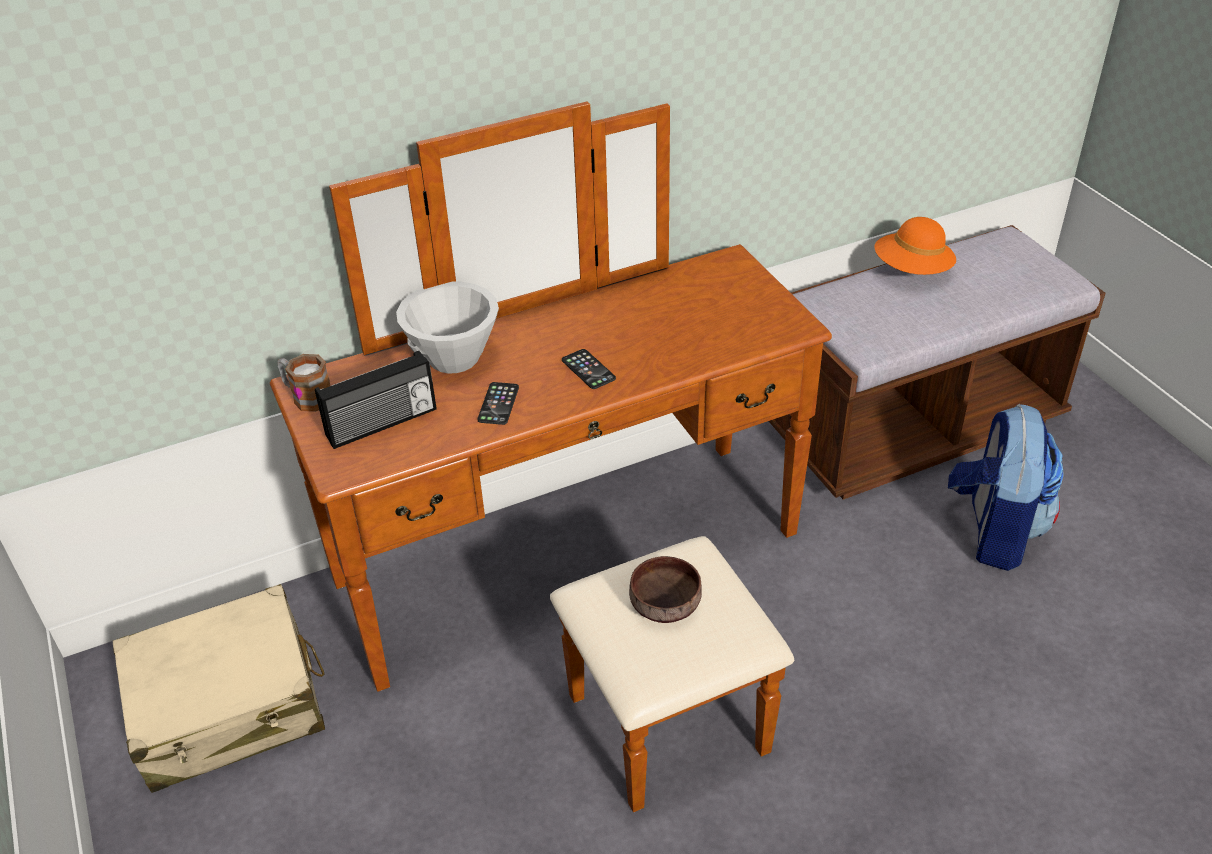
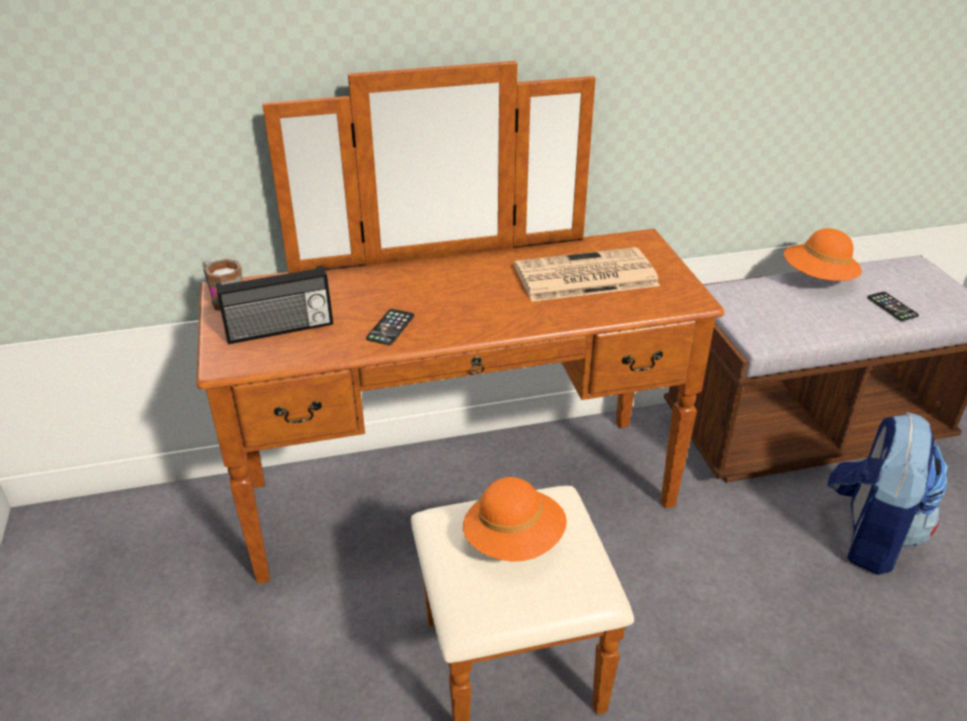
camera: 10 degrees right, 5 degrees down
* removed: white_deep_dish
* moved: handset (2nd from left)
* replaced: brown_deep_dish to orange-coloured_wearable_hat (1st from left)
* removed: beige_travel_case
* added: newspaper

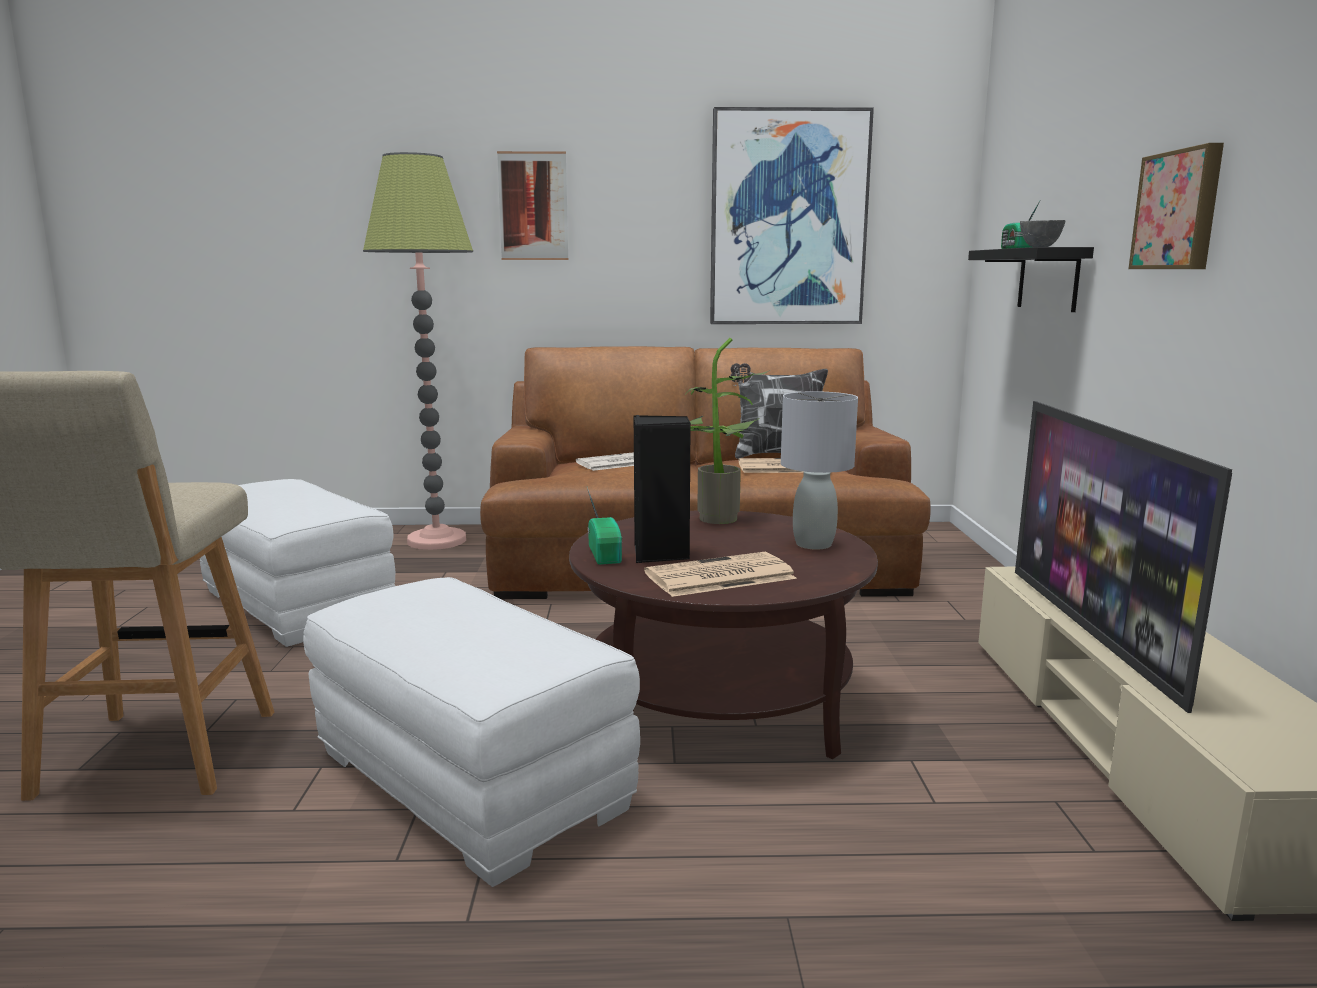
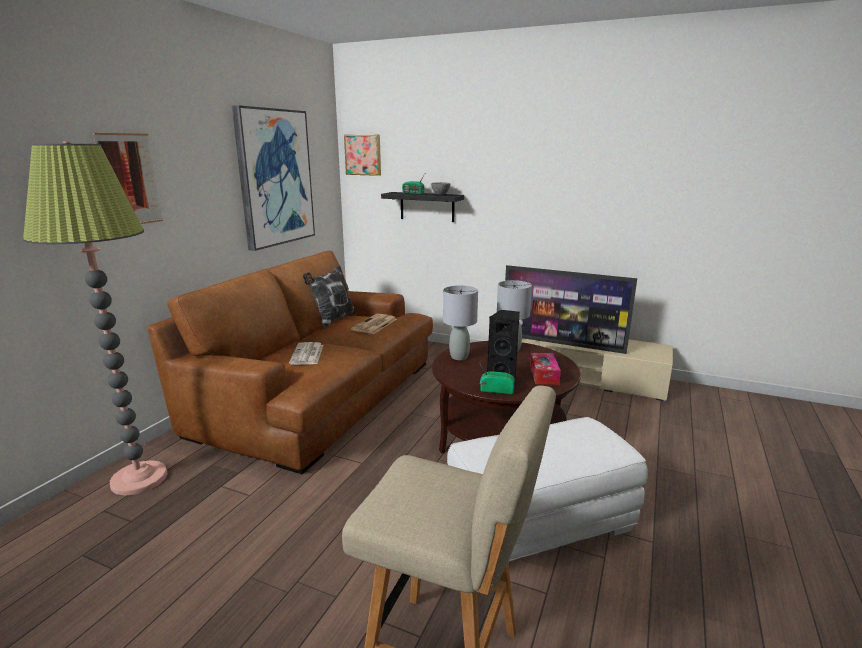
camera: 65 degrees left, 5 degrees up
* moved: wall_picture (3rd from left)
* replaced: plant_in_a_pot to grey_tabletop_lamp (1st from left)
* removed: white_footrest (1st from left)
* replaced: newspaper (2nd from left) to box_of_tissues

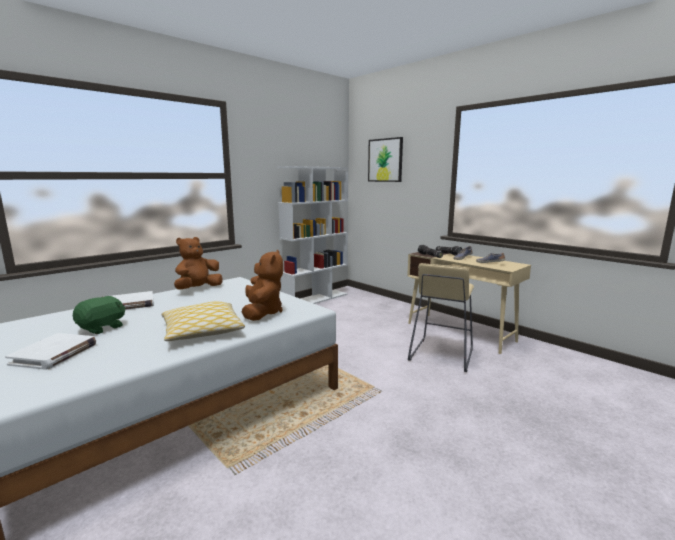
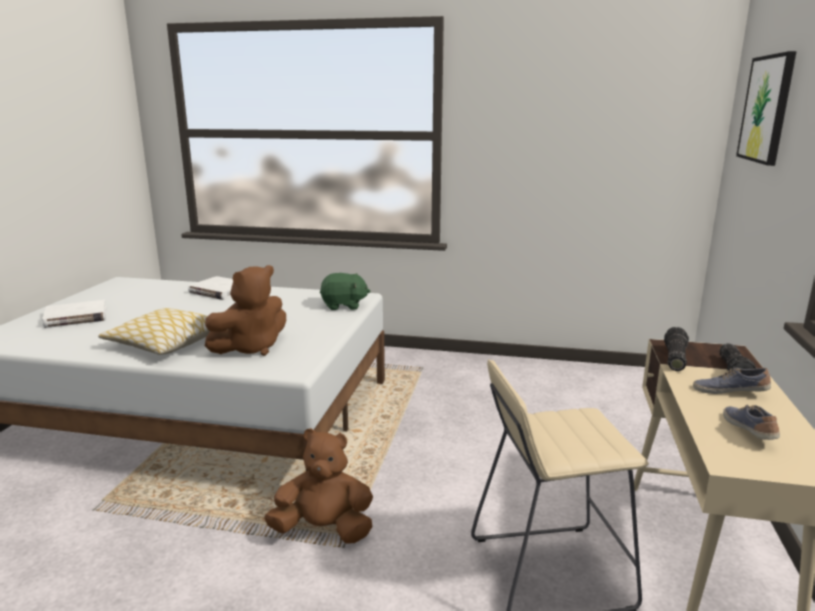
camera: 55 degrees right, 5 degrees up
* removed: white_shelving_unit
* moved: brown_cuddly_toy (1st from left in the first image) to brown_cuddly_toy (2nd from left)
* moved: greenish_cuddly_toy

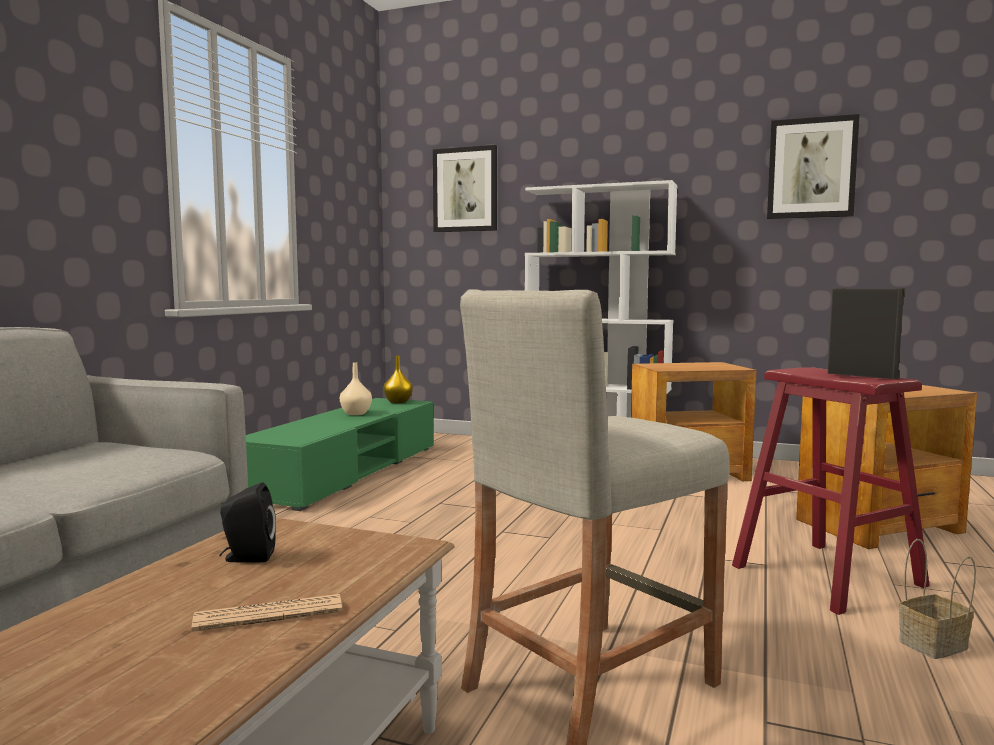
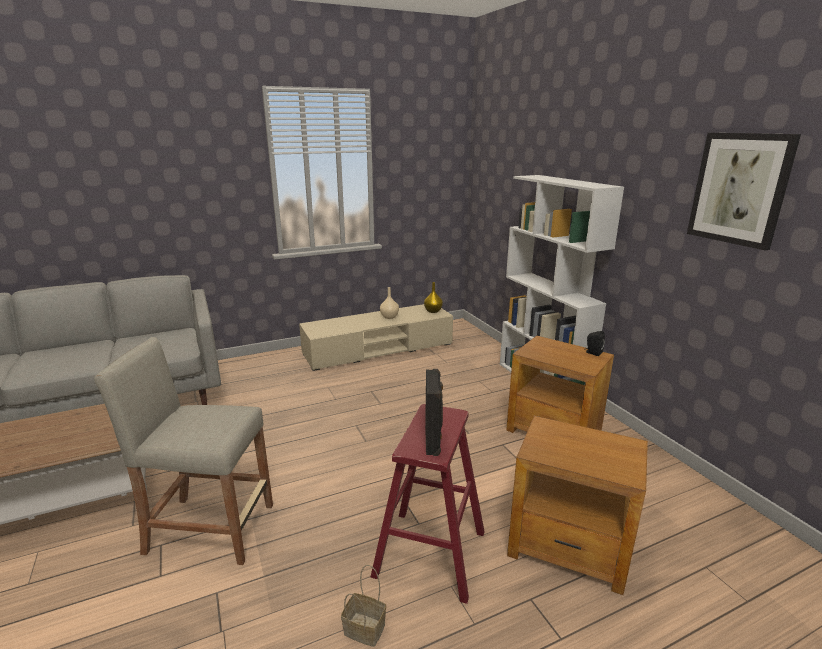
camera: 45 degrees right, 15 degrees up
* removed: wall_picture (1st from left)
* recoloured: greenish_media_console to beige_media_console
* moved: black_audio_speaker (1st from left in the first image) to black_audio_speaker (2nd from left)
* removed: newspaper

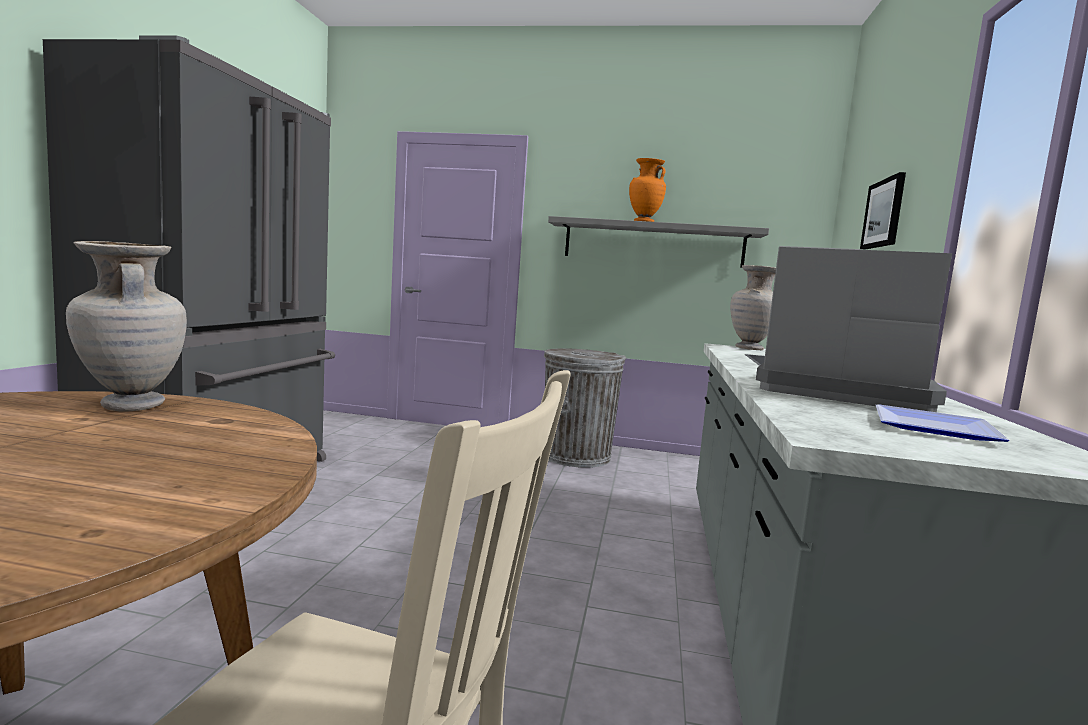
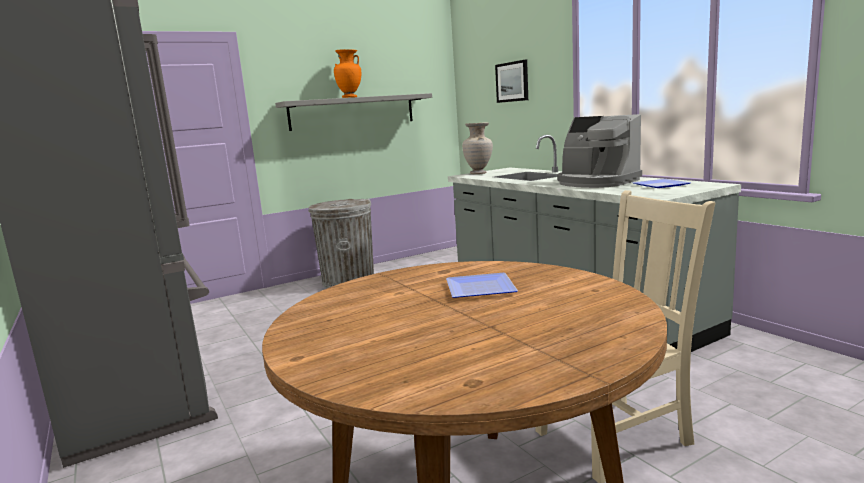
camera: 40 degrees left, 5 degrees up
* removed: beige_flower_vase (1st from left)
* turned: coffee_brewer 120 degrees counterclockwise
* added: plate (1st from left)

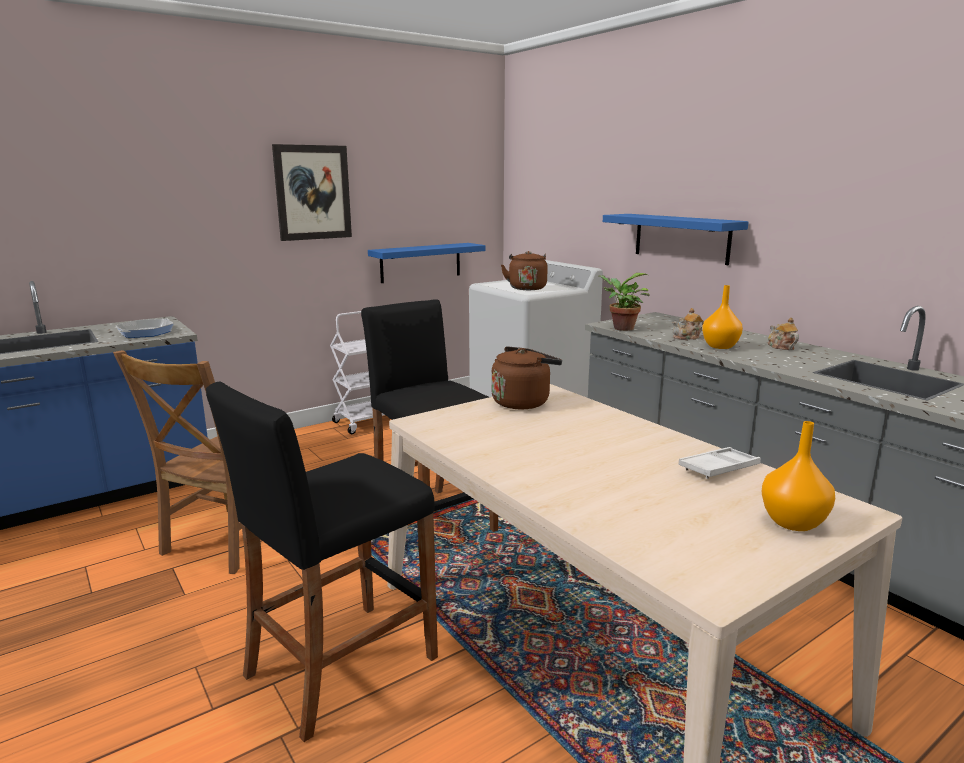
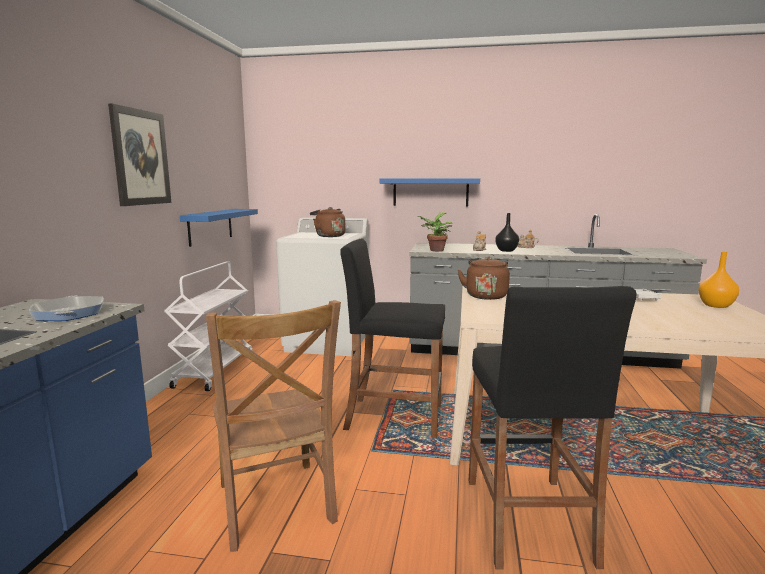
camera: 45 degrees left, 5 degrees down
* recoloured: orange-coloured_flower_vase (1st from left) to black_flower_vase

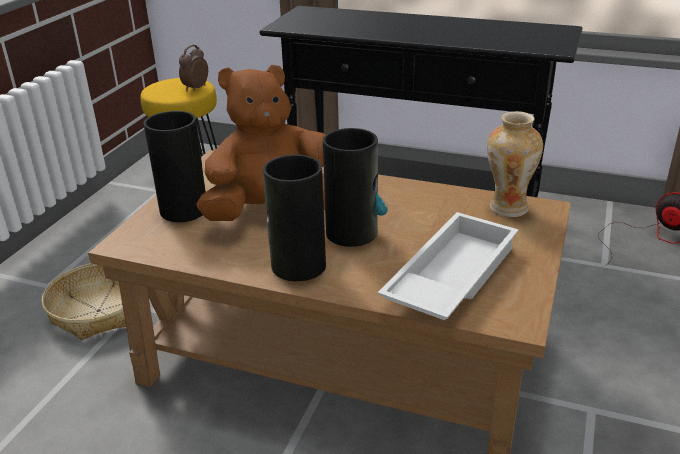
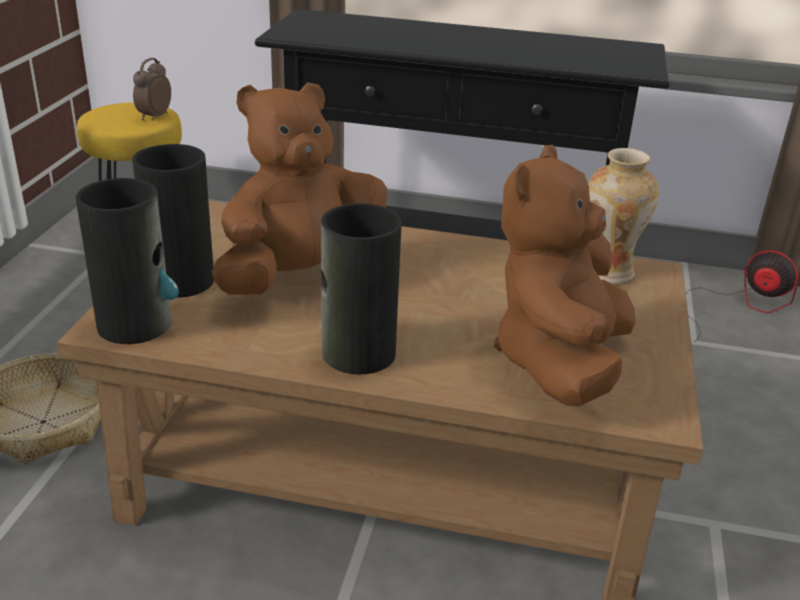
camera: 10 degrees left, 0 degrees up
* moved: flower_vase (3rd from left in the first image) to flower_vase (1st from left)
* replaced: white_tray to brown_cuddly_toy (2nd from left)

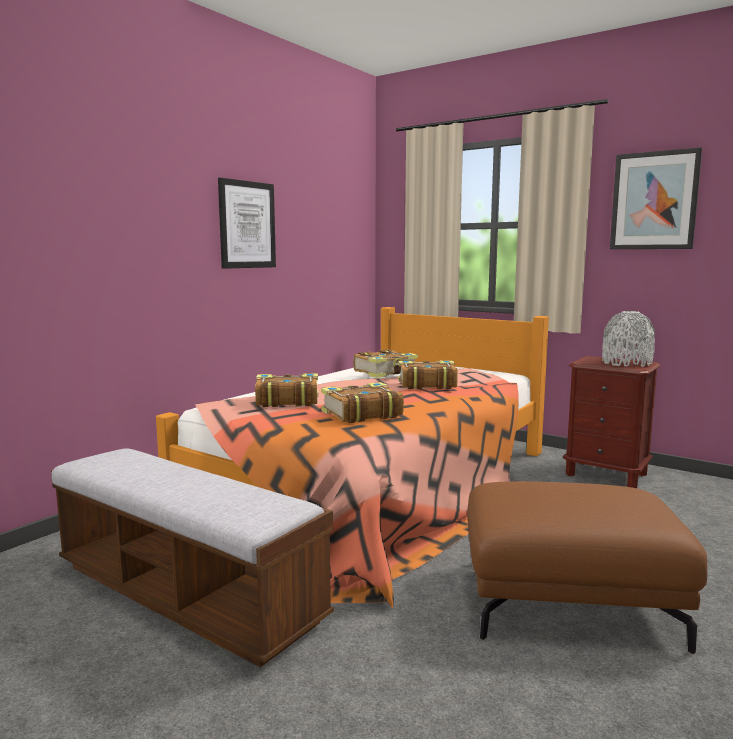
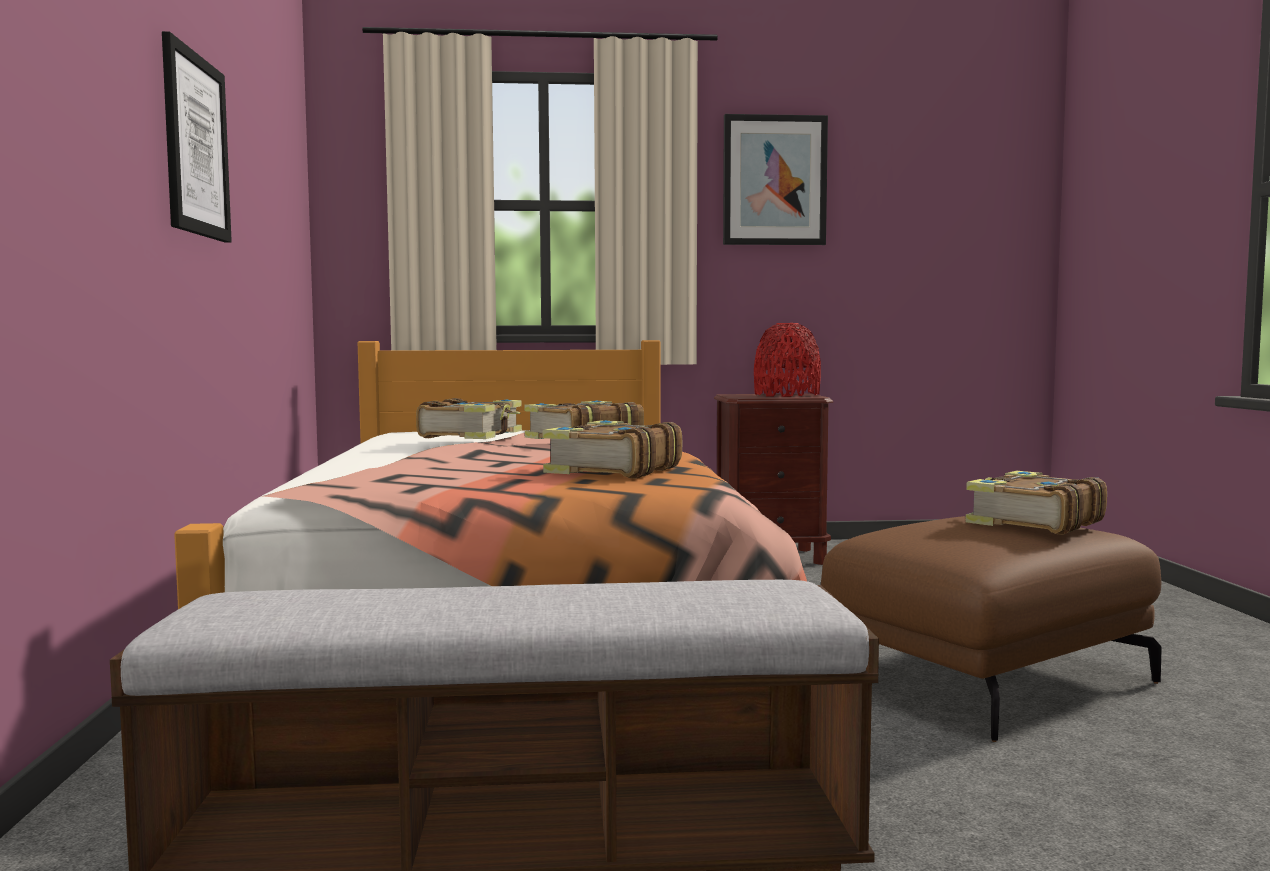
camera: 40 degrees left, 5 degrees down
* recoloured: grey_flower_vase to red_flower_vase
* moved: book (1st from left in the first image) to book (4th from left)

